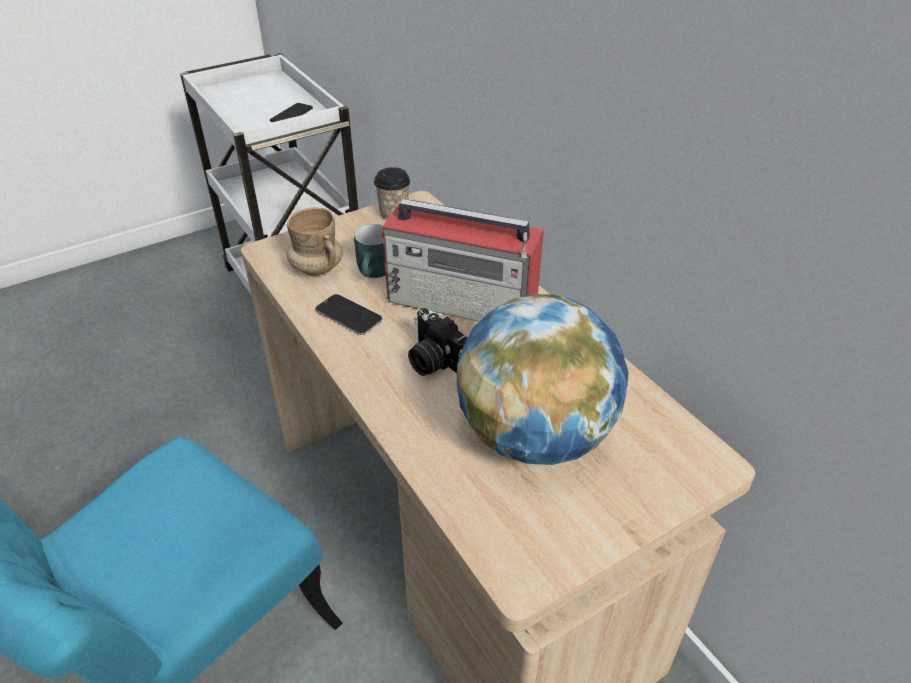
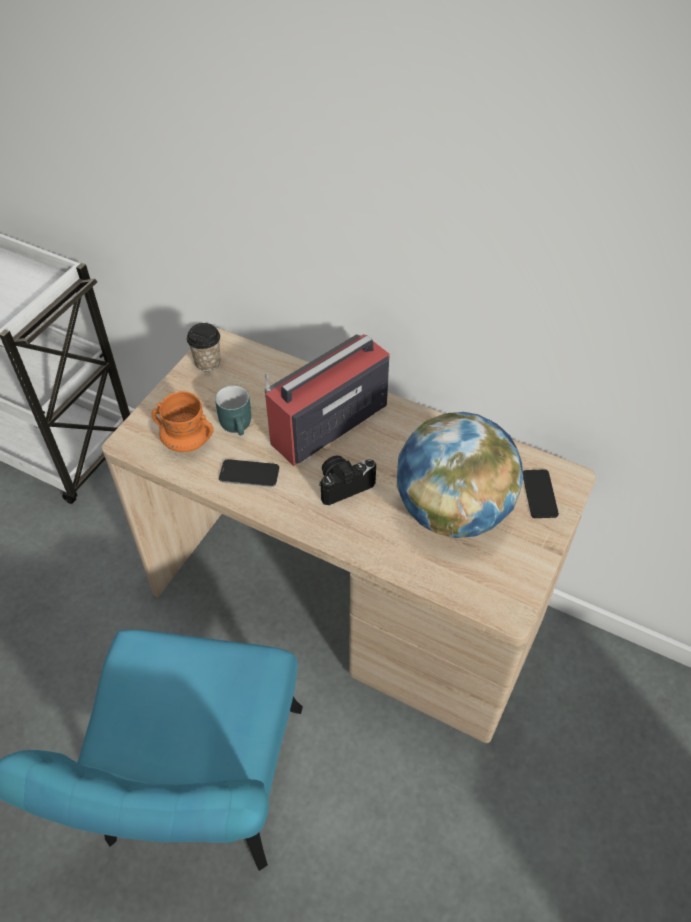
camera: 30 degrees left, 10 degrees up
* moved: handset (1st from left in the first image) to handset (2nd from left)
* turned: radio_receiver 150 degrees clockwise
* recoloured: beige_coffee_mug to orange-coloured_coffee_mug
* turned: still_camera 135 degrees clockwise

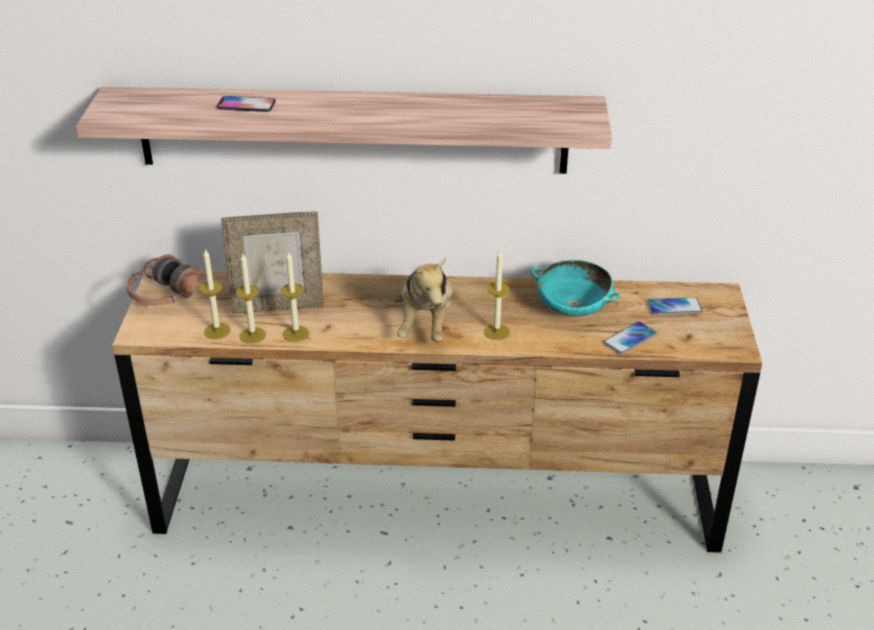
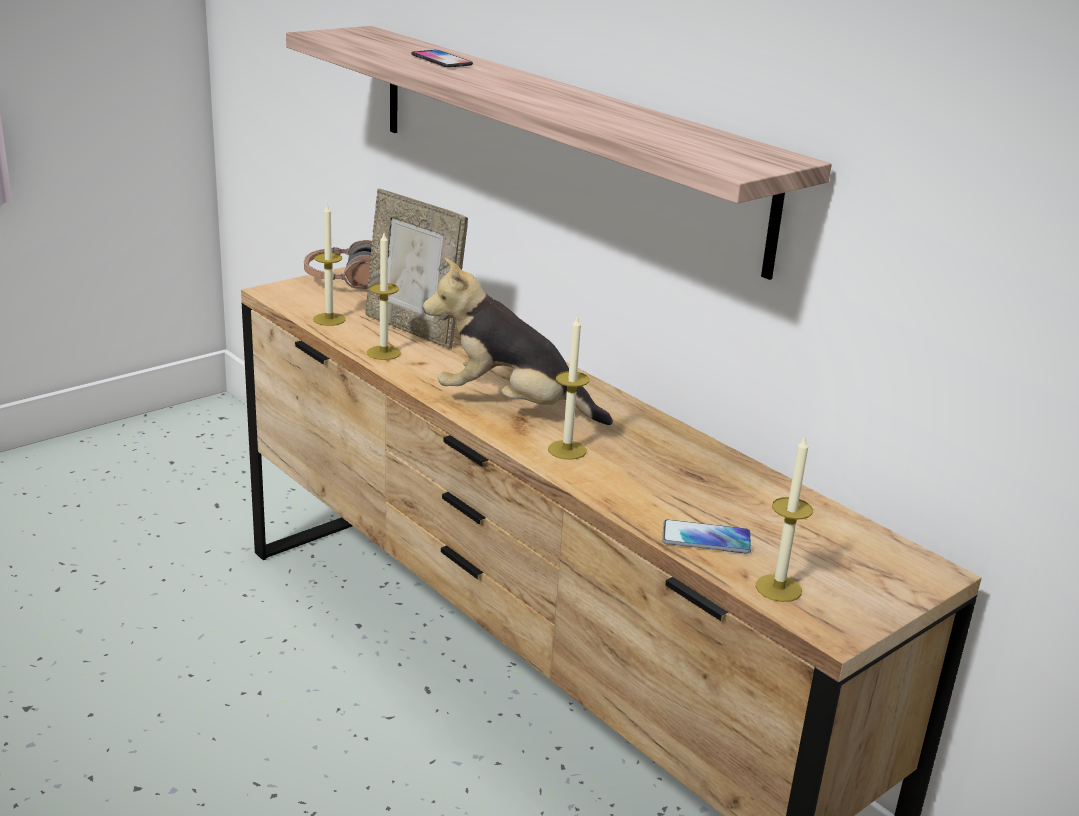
camera: 45 degrees right, 10 degrees down
* moved: wax_candle (2nd from left in the first image) to wax_candle (4th from left)
* turned: cuddly_toy 60 degrees clockwise
* removed: blue-green_deep_dish
* removed: handset (3rd from left)

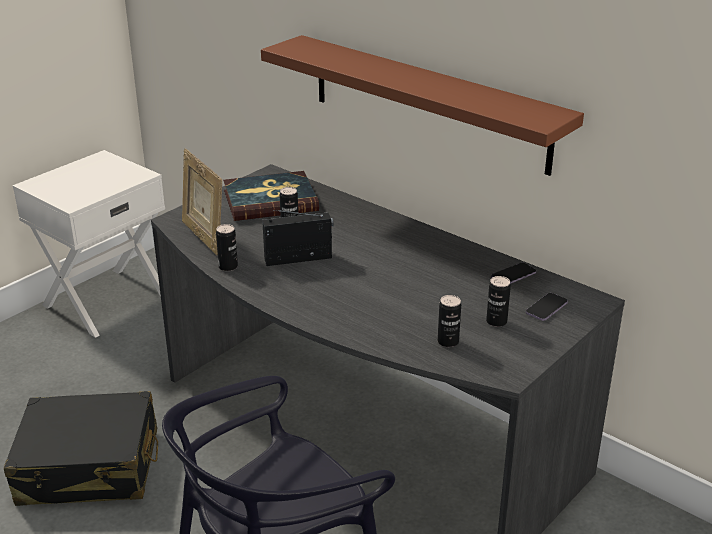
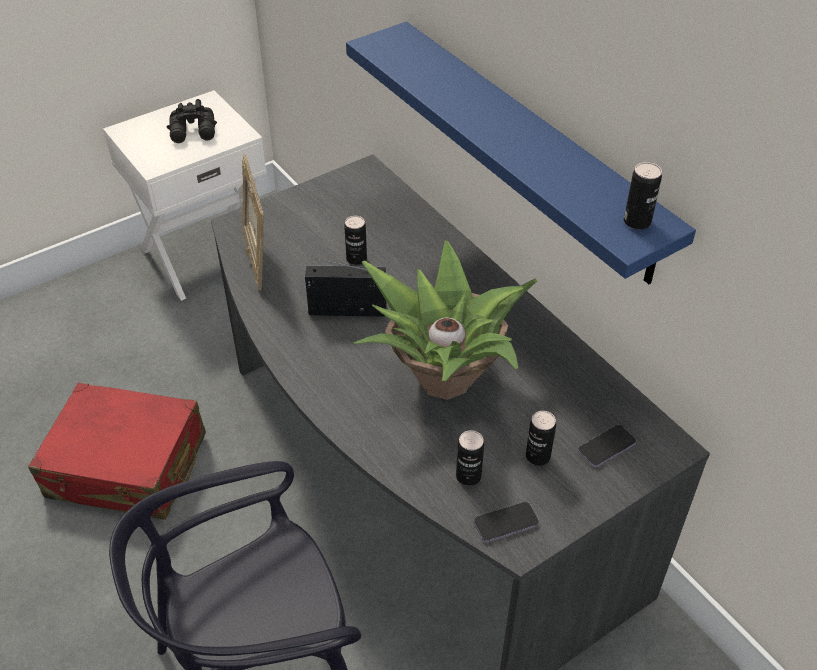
camera: 15 degrees right, 15 degrees up
* recoloured: brown_shelf to blue_shelf
* removed: book
* moved: can (1st from left in the first image) to can (4th from left)
* moved: handset (1st from left)
* recoloured: black_travel_case to red_travel_case
* added: black_field_glasses
* added: plant_in_a_pot

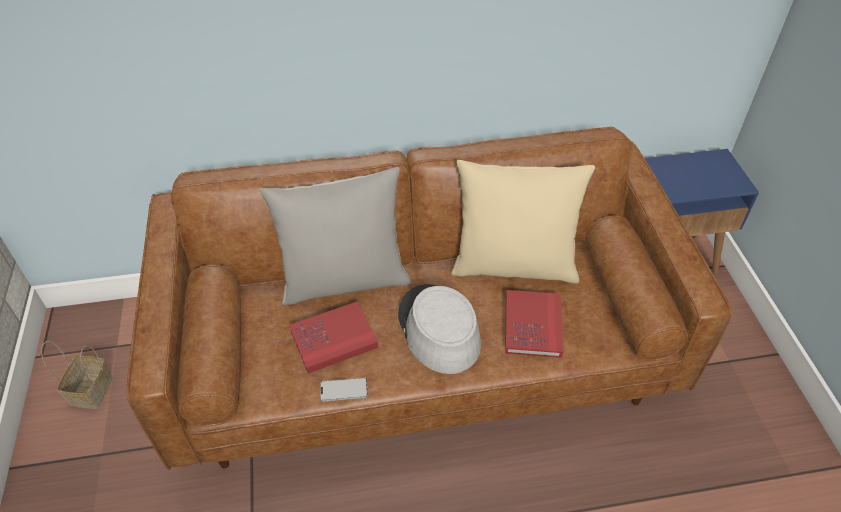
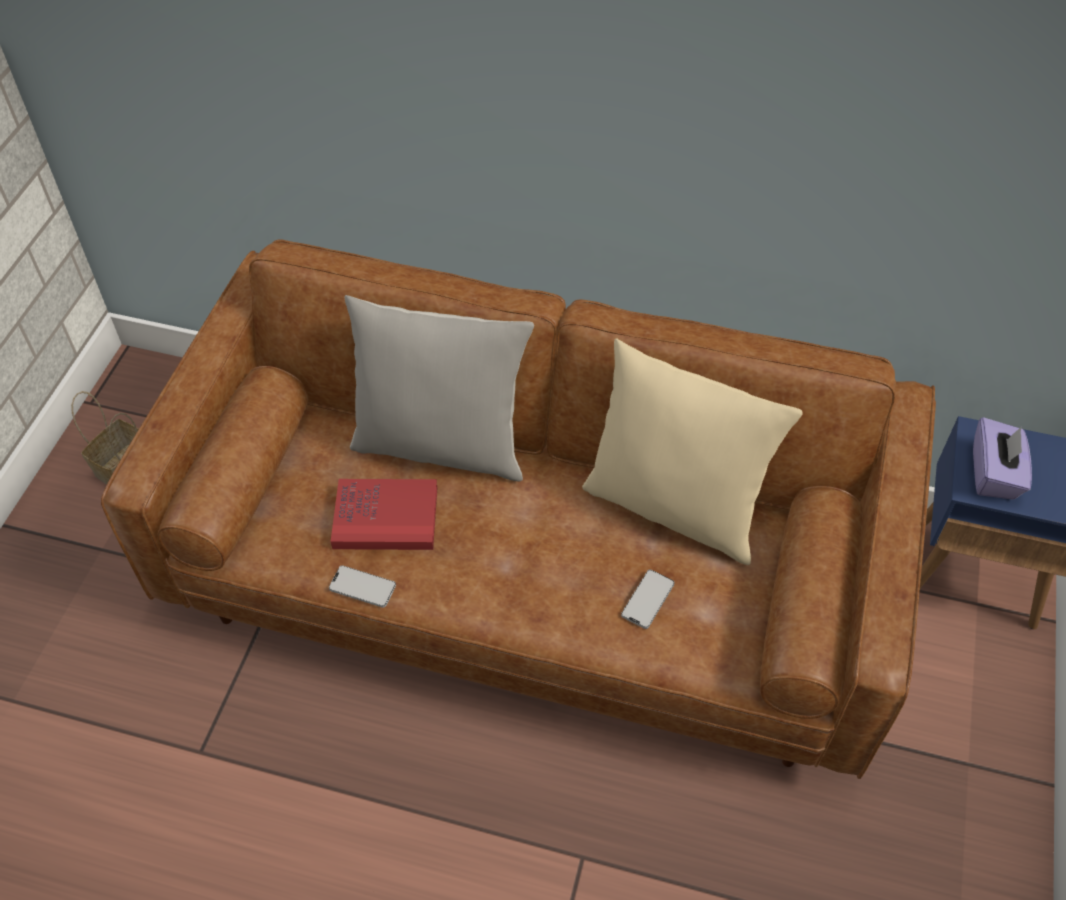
camera: 25 degrees right, 5 degrees up
* removed: grey_wearable_hat
* replaced: red_book (2nd from left) to handset (2nd from left)
* added: purple-coloured_box_of_tissues

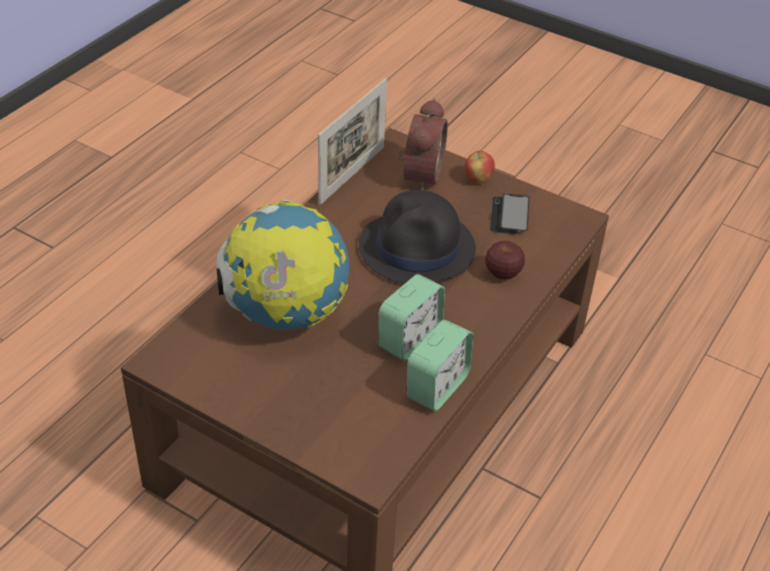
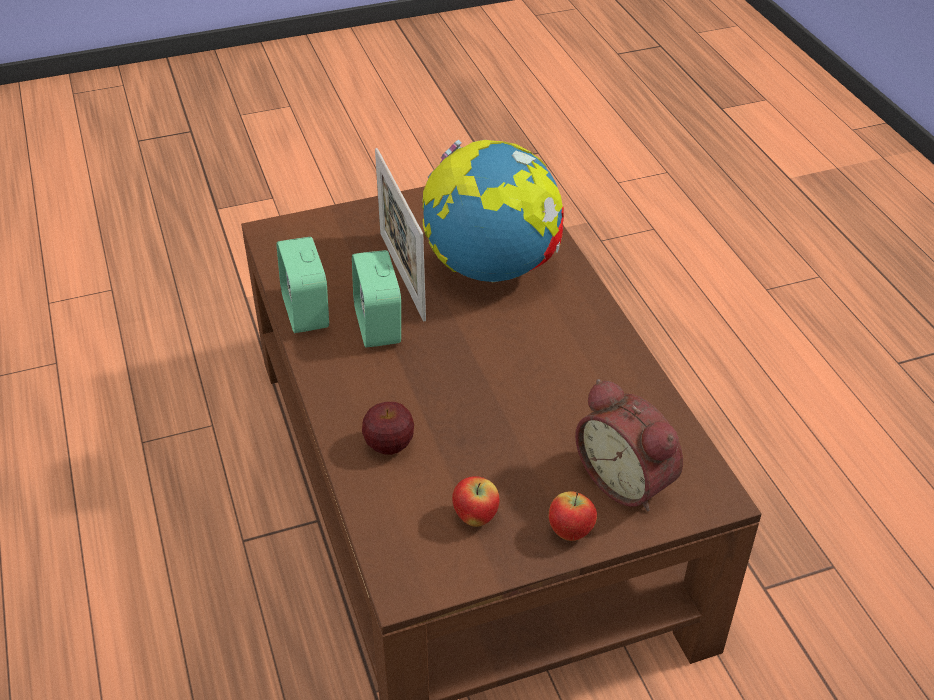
camera: 130 degrees right, 0 degrees up
* moved: photo_frame
* removed: black_wearable_hat
* replaced: handset to whole_apple (2nd from left)

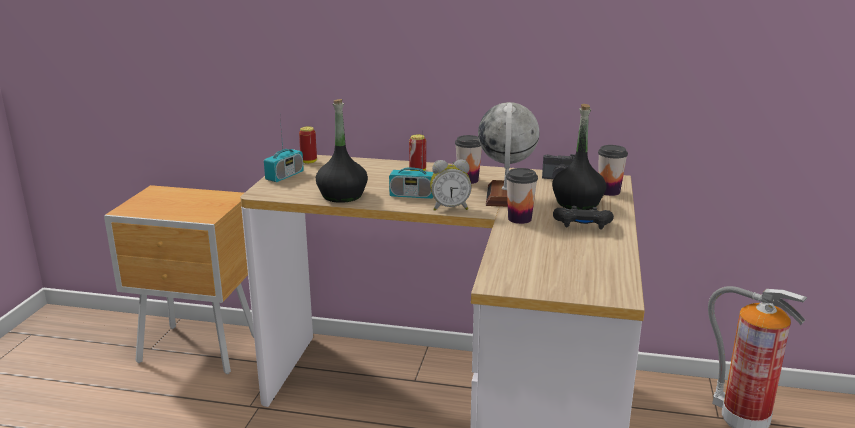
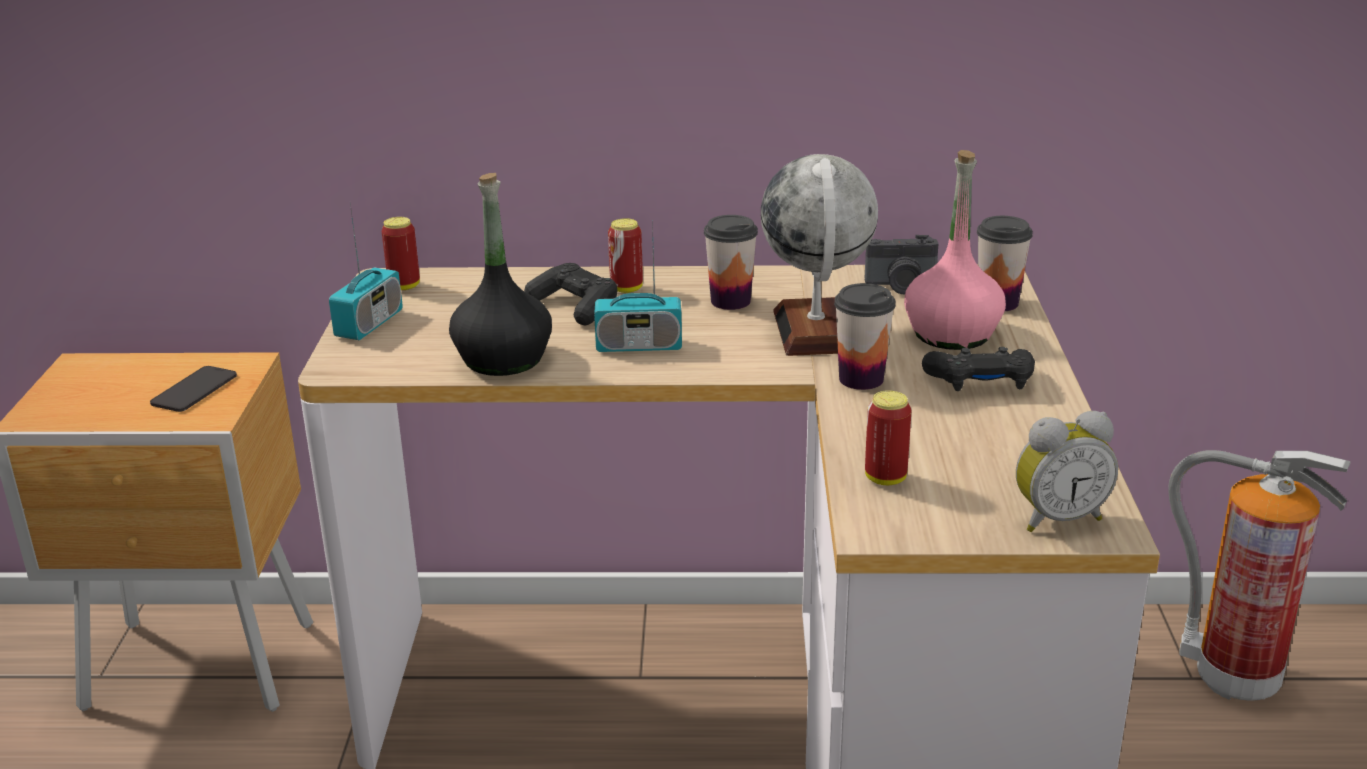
camera: 10 degrees left, 5 degrees up
* recoloured: black_beverage_bottle (2nd from left) to pinkish_beverage_bottle
* moved: alarm_clock
* added: black_joypad (1st from left)
* added: handset
* added: can (3rd from left)

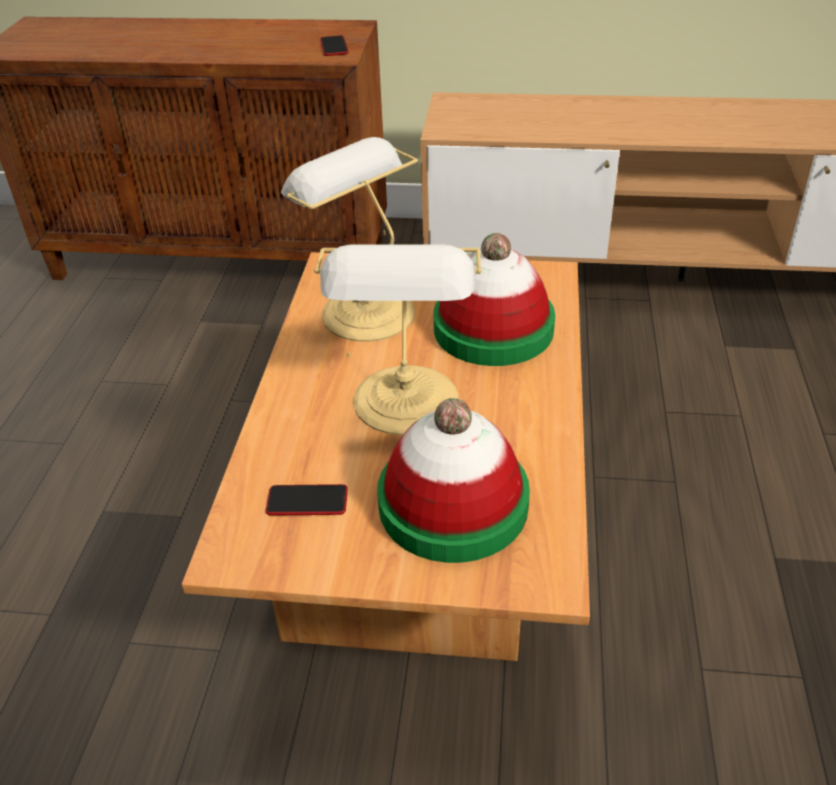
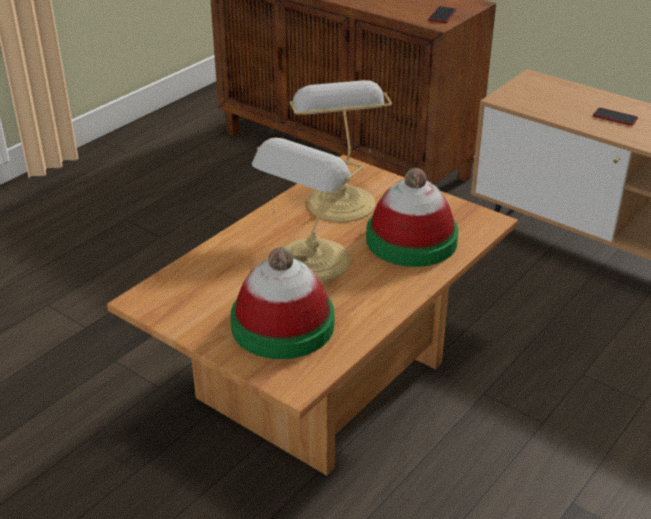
camera: 30 degrees right, 5 degrees down
* moved: handset (1st from left in the first image) to handset (2nd from left)

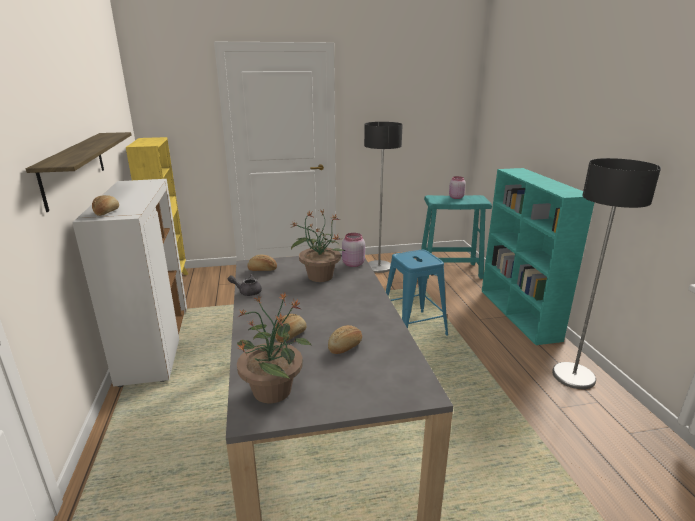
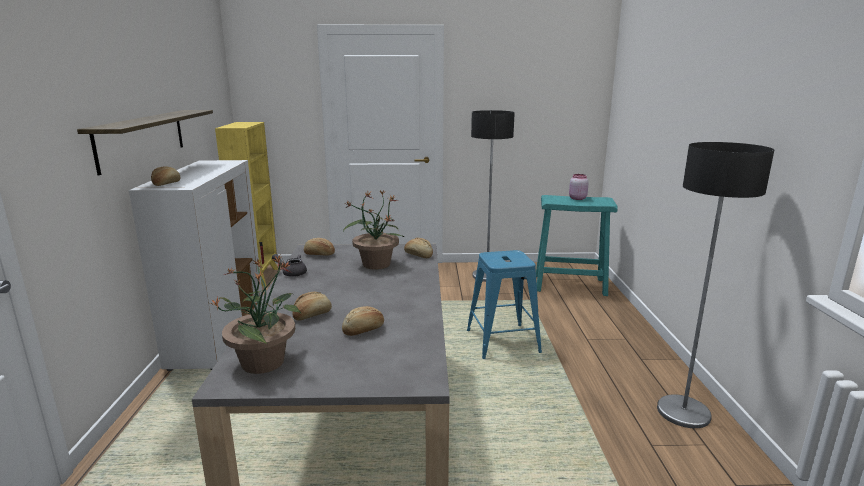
camera: 10 degrees right, 5 degrees down
* removed: blue-green_shelving_unit
* replaced: pinkish_preserve_jar (1st from left) to bread (5th from left)

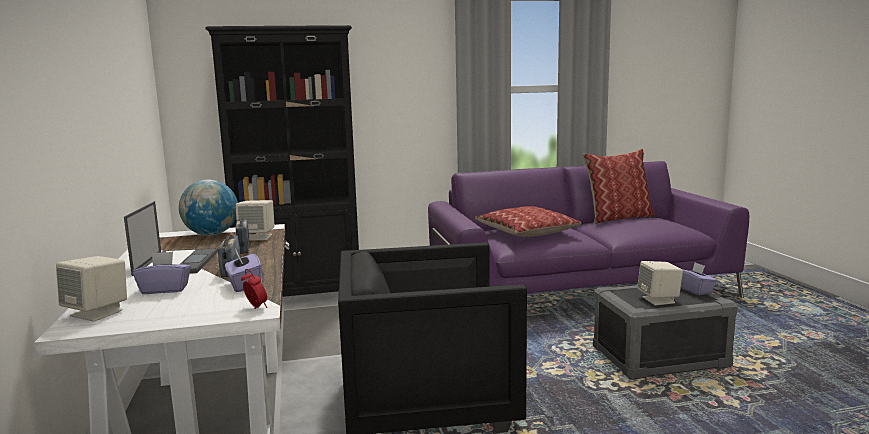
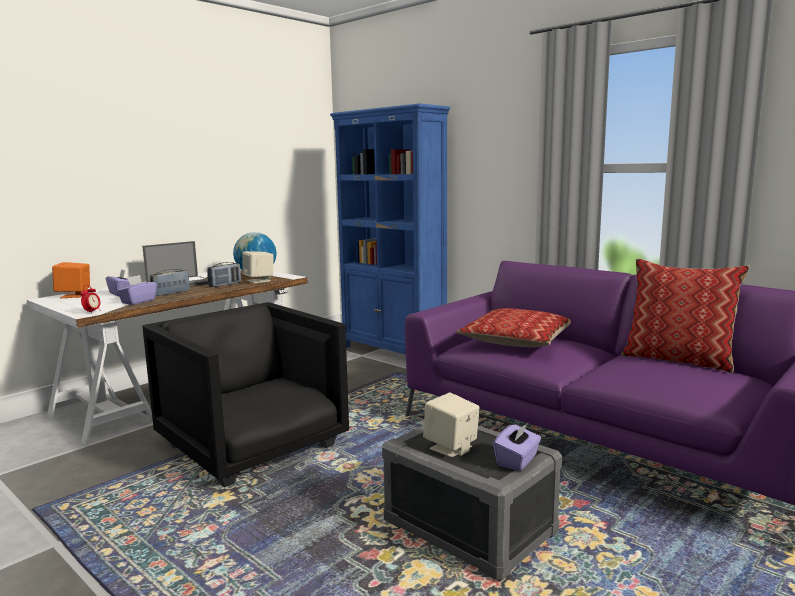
camera: 55 degrees right, 0 degrees up
* recoloured: black_shelving_unit to blue_shelving_unit
* recoloured: beige_audio_speaker (1st from left) to orange-coloured_audio_speaker

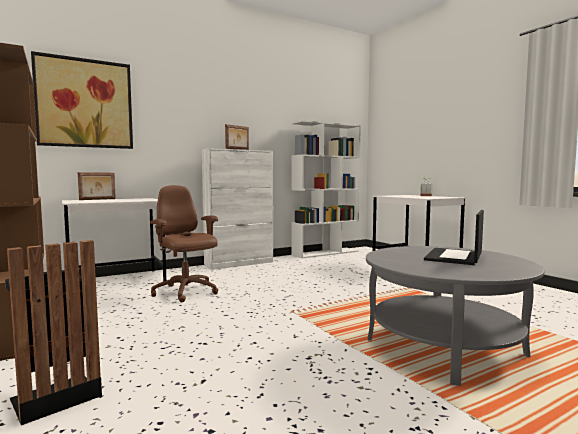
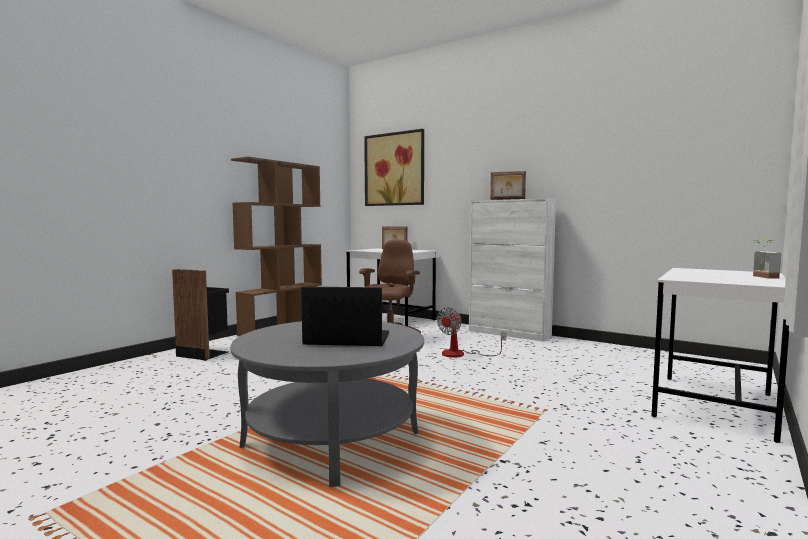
camera: 65 degrees right, 0 degrees up
* removed: white_shelving_unit
* added: fan

